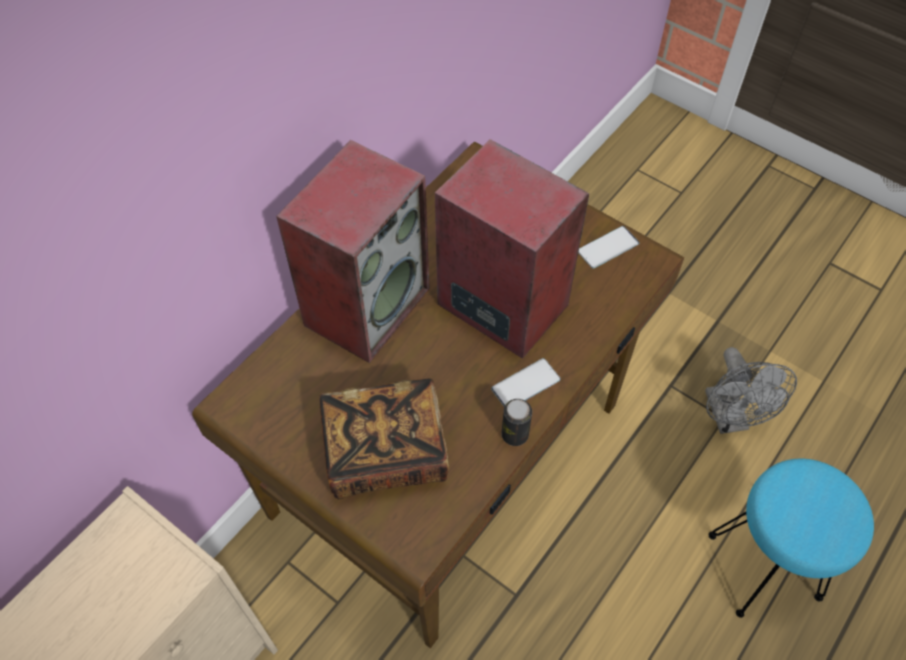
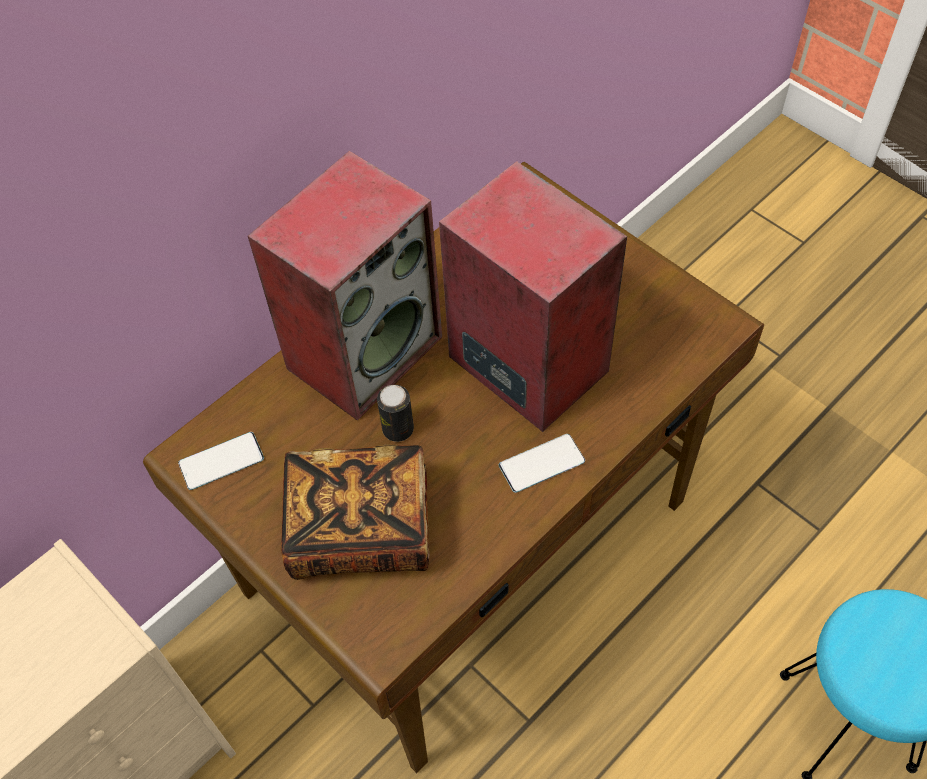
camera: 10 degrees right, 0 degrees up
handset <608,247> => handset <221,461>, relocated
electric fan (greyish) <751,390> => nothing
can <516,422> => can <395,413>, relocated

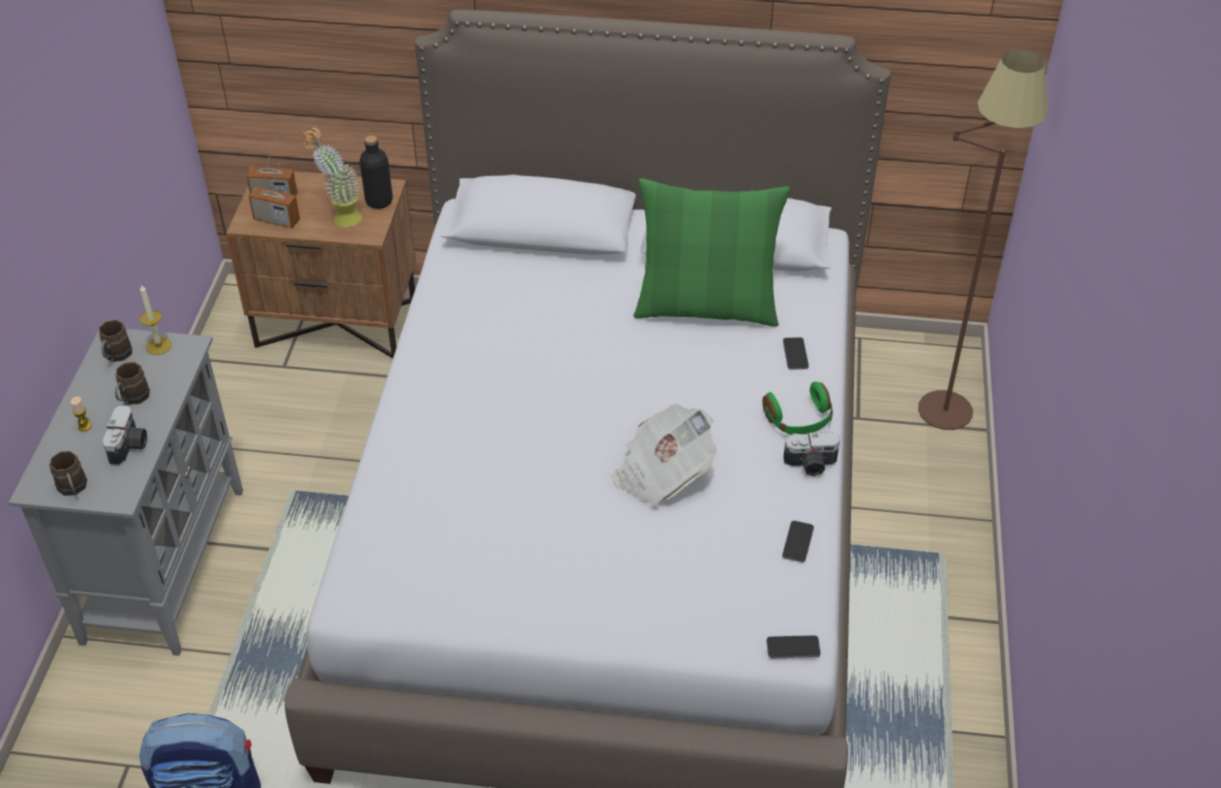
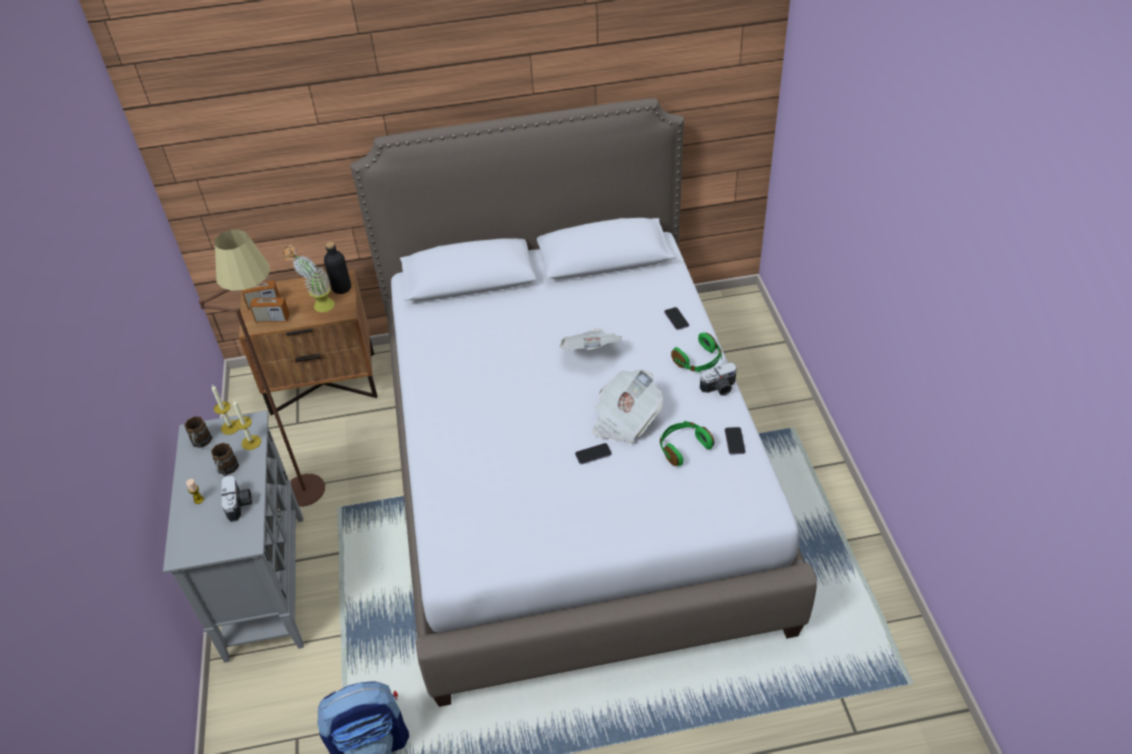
camera: 15 degrees left, 0 degrees up
standing lamp (brown-coloured) <983,239> => standing lamp (brown-coloured) <262,368>, relocated
cushion (green) <711,252> => nothing
tea mug (brown-coloured) <68,473> => nothing
handset <793,646> => handset <593,453>, relocated
nothing => newspaper <590,339>
nothing => candle <247,425>
nothing => headphones (green) <687,443>

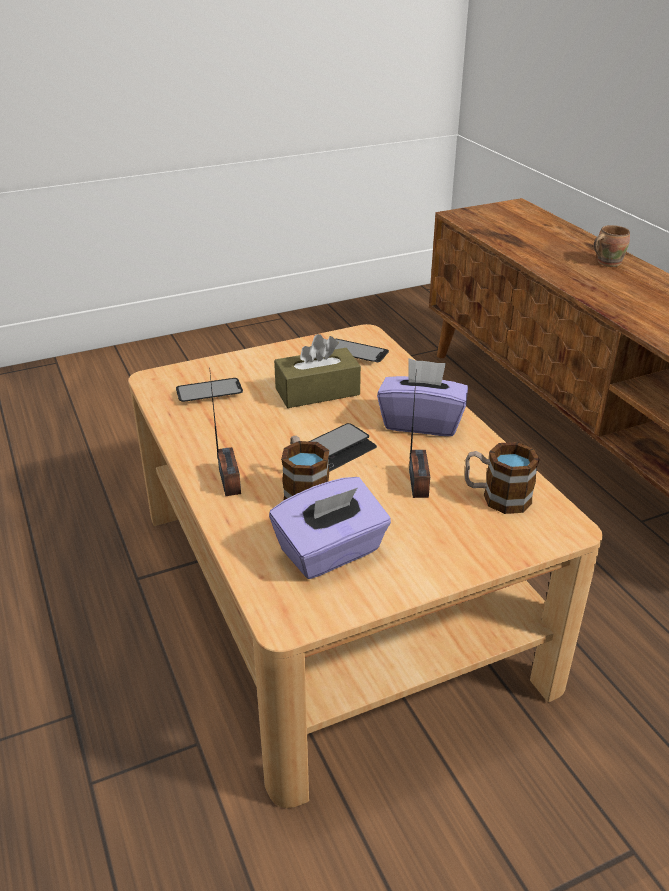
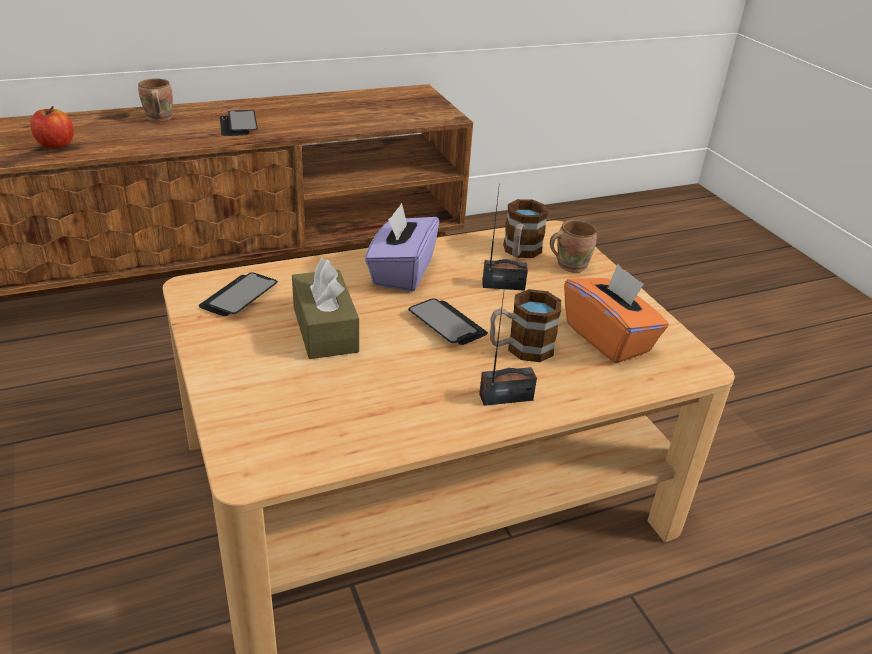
camera: 90 degrees left, 0 degrees up
handset <209,390> => handset <239,123>, relocated
tissue box (purple-coloured) <330,528> => tissue box (orangey) <616,313>
nothing => whole apple <52,127>
nothing => tea mug (brown-coloured) <573,246>

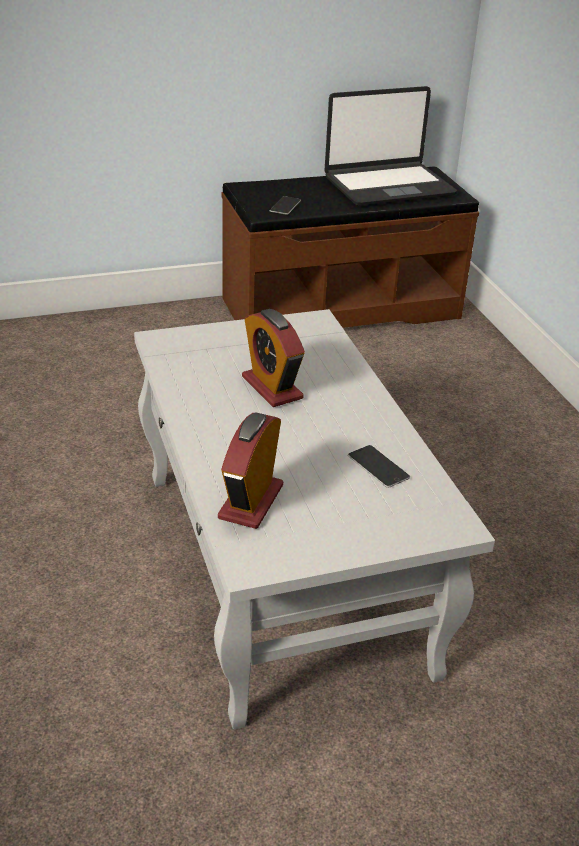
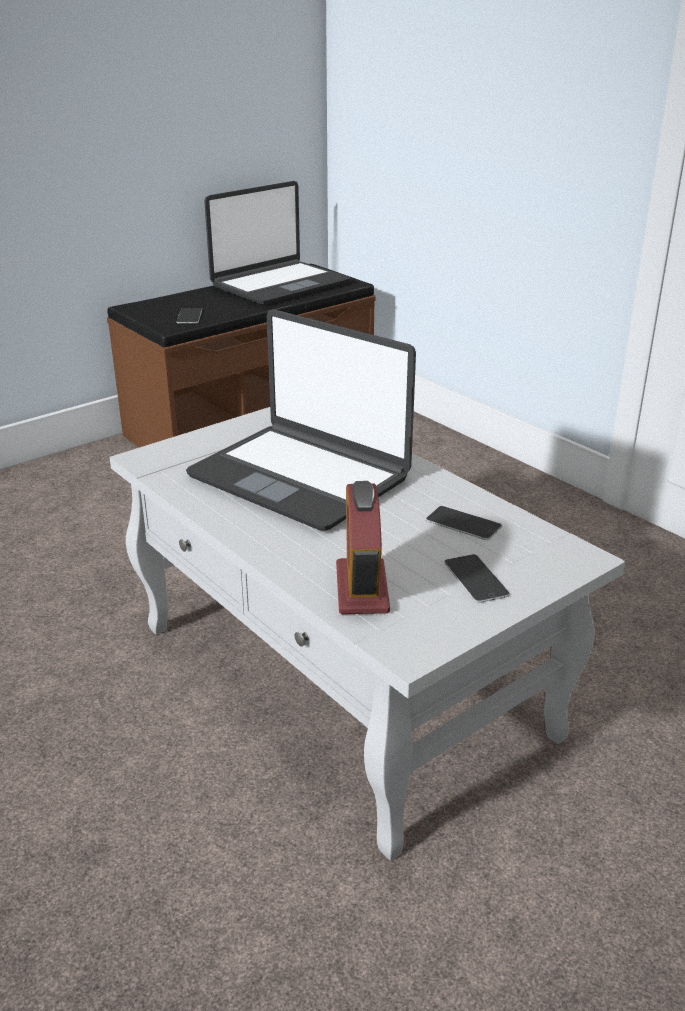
camera: 20 degrees left, 5 degrees down
table clock <273,358> => laptop <301,419>
nothing => handset <477,578>

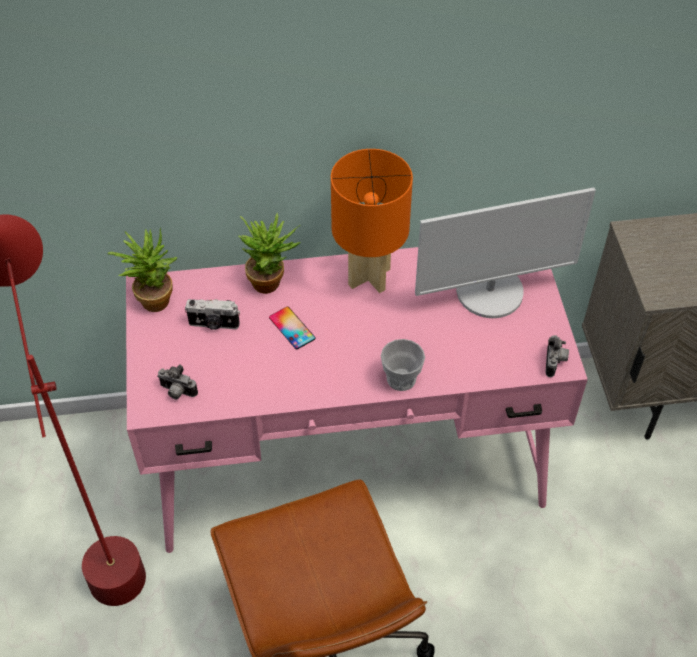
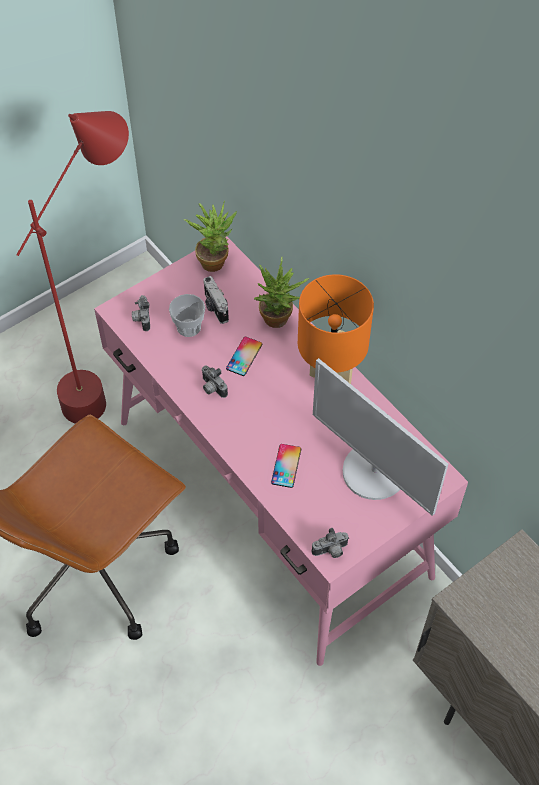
camera: 60 degrees right, 5 degrees up
drinking cup <403,365> => drinking cup <187,315>, relocated
nothing => still camera <215,381>
nothing => handset <286,466>

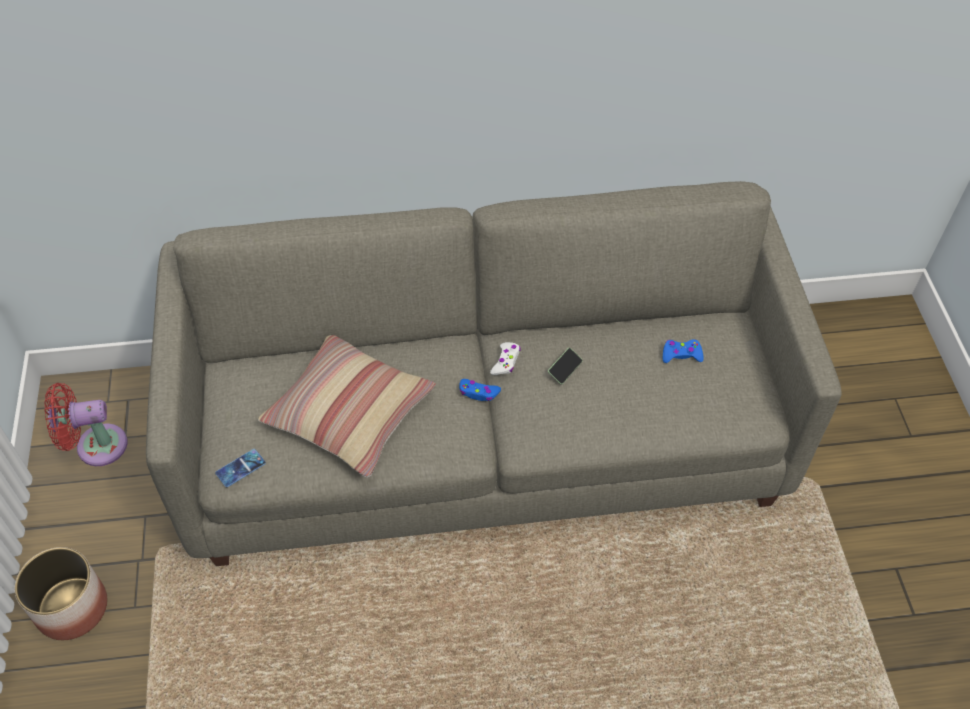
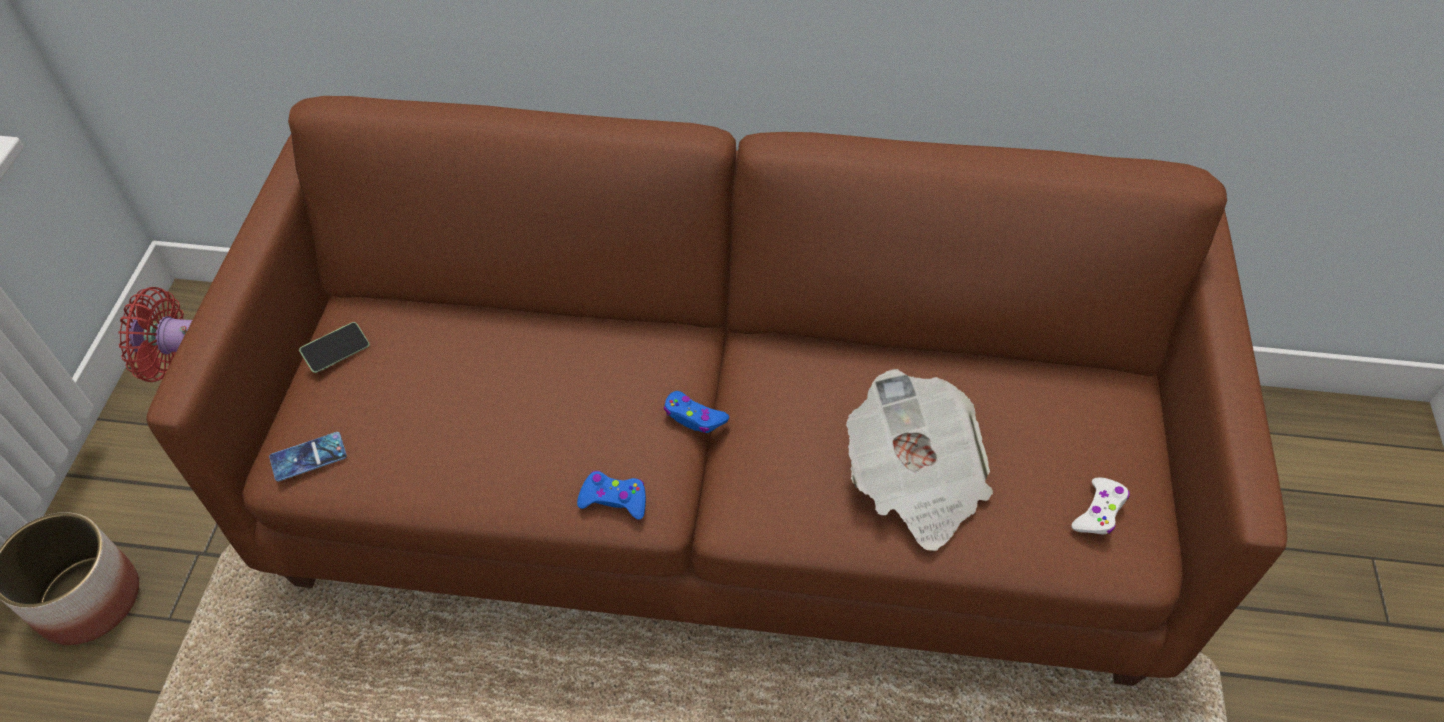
camera: 15 degrees right, 0 degrees up
settee (greyish) <493,373> => settee (brown-coloured) <716,391>
cushion <347,406> => nothing
gamepad (blue) <683,351> => gamepad (blue) <611,495>, relocated
gamepad (whitish) <505,358> => gamepad (whitish) <1100,506>, relocated
handset <565,366> => handset <334,347>, relocated
nothing => newspaper <919,460>

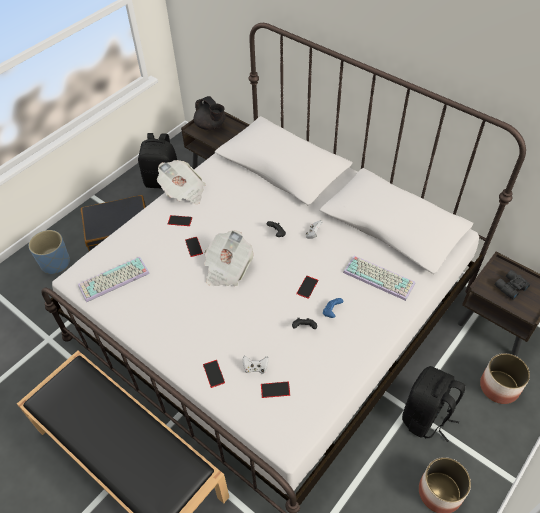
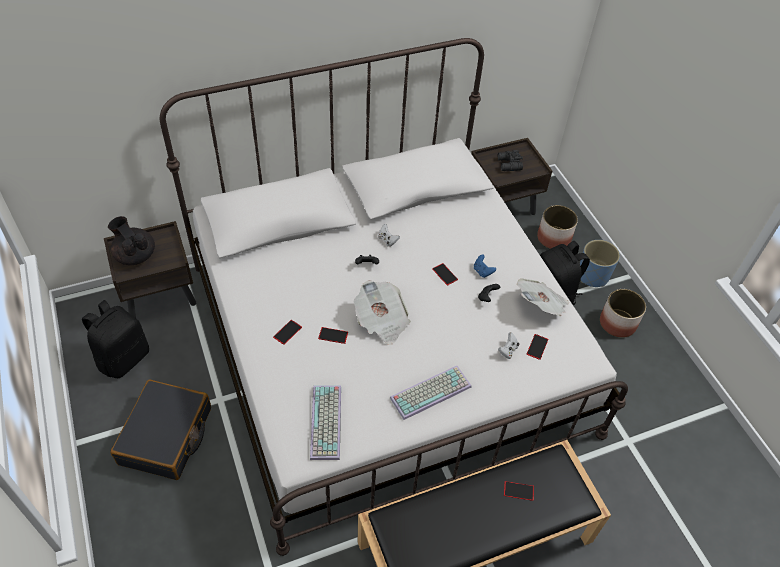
camera: 65 degrees left, 0 degrees up
tea pot (black) <210,113> => tea pot (black) <131,240>, 120 degrees counterclockwise
newspaper <181,182> => newspaper <543,297>, relocated
plant pot (blue) <49,252> => plant pot (blue) <600,263>, relocated
computer keyboard <379,278> => computer keyboard <431,393>, relocated
handset <214,374> => handset <519,491>, relocated

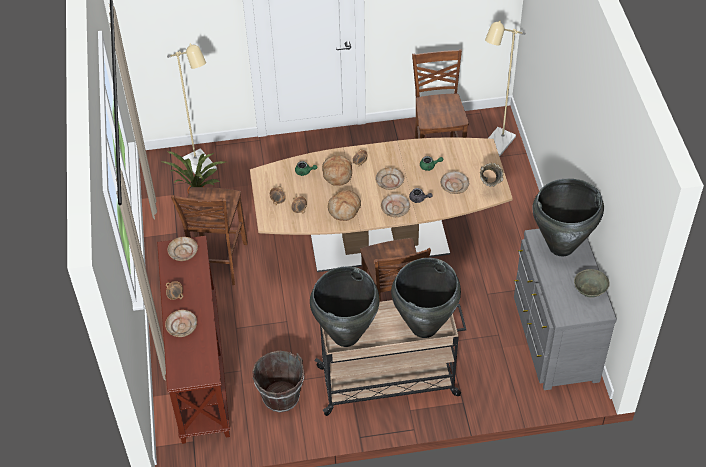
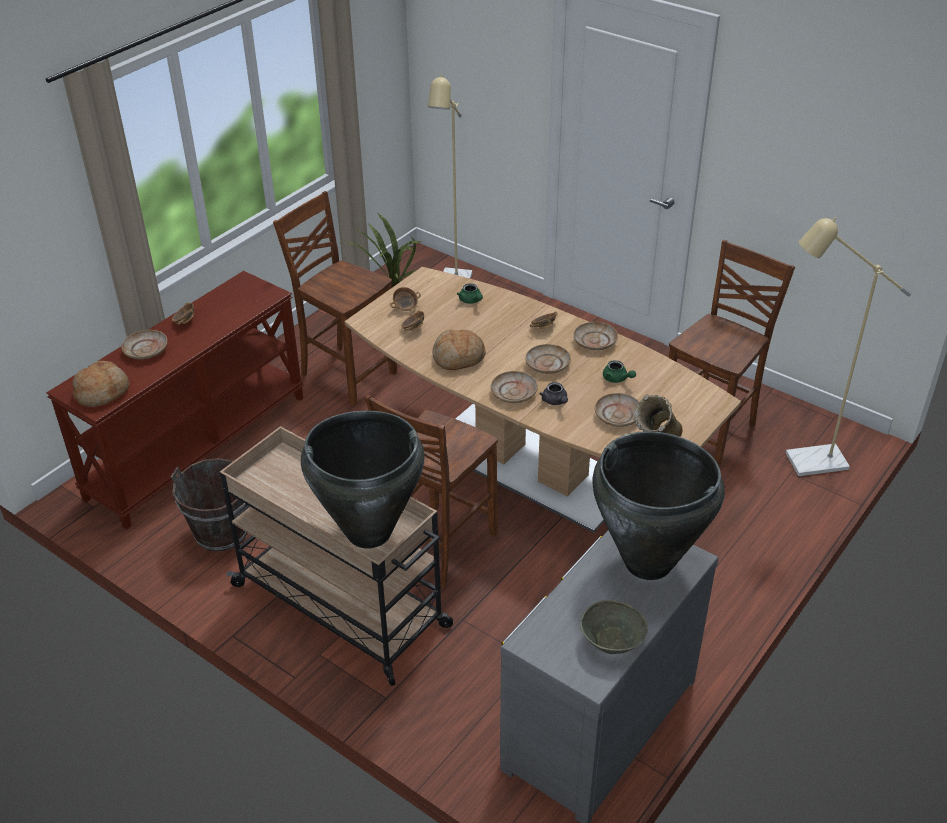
camera: 45 degrees right, 10 degrees down
bread <337,170> => bread <100,384>, relocated
plain chair (brown-coloured) <209,236> => plain chair (brown-coloured) <335,298>, 75 degrees clockwise
flat dish (sand-coloured) <183,249> => flat dish (sand-coloured) <596,336>, relocated
flower vase (black) <345,306> => nothing

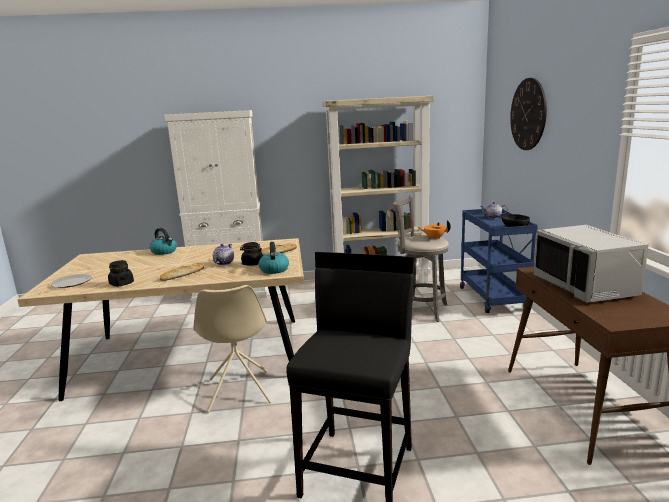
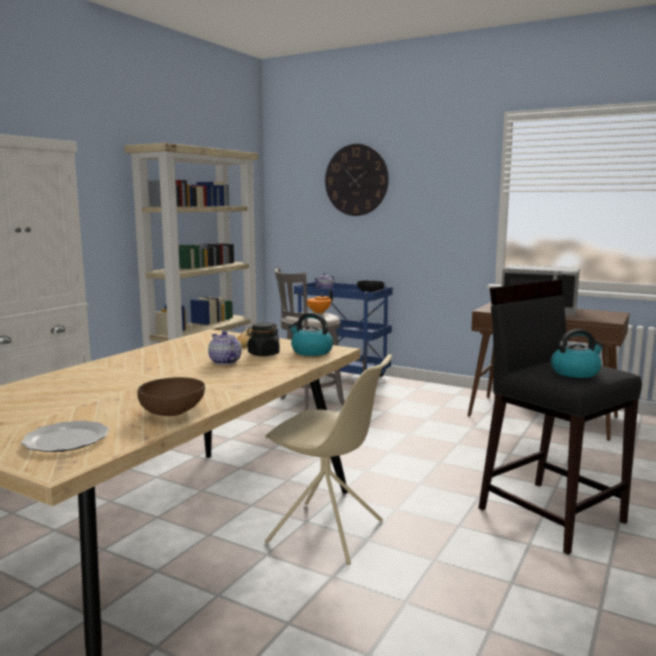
camera: 55 degrees left, 5 degrees down
water kettle <163,241> => water kettle <577,353>, relocated
preserve jar (black) <121,273> => serving bowl (brown-coloured) <171,396>
bread <182,272> => nothing

